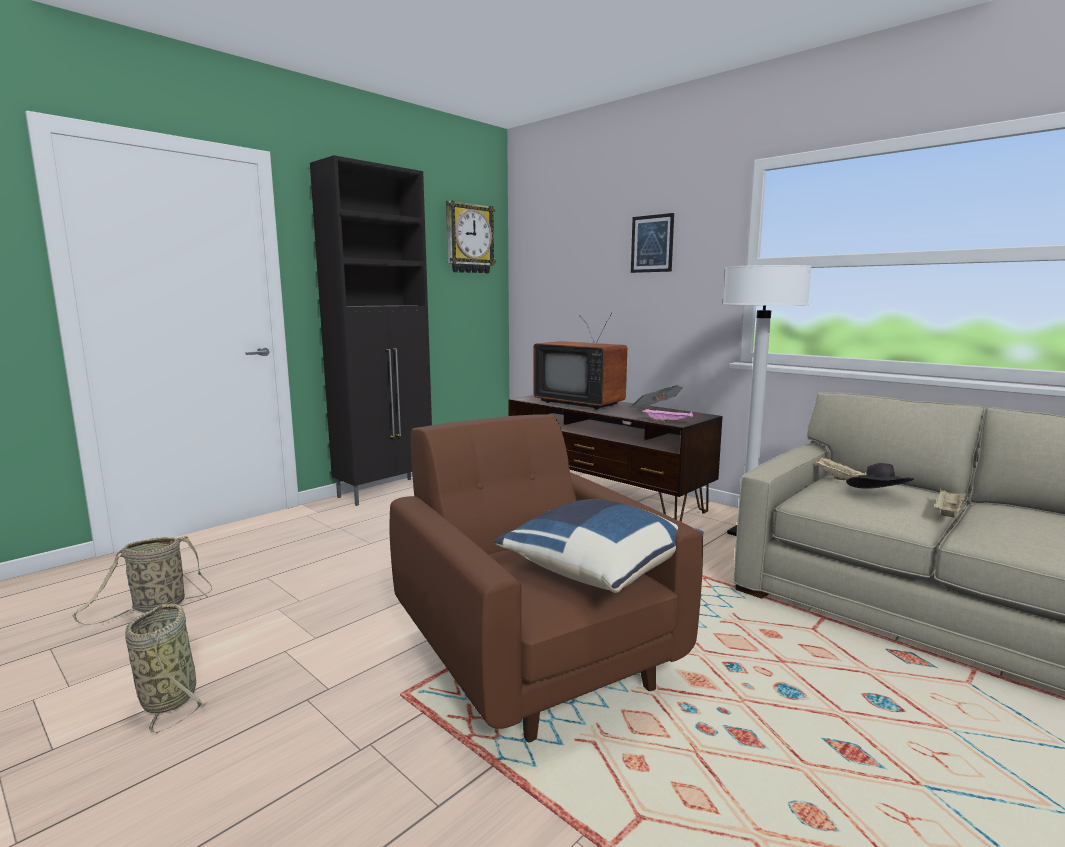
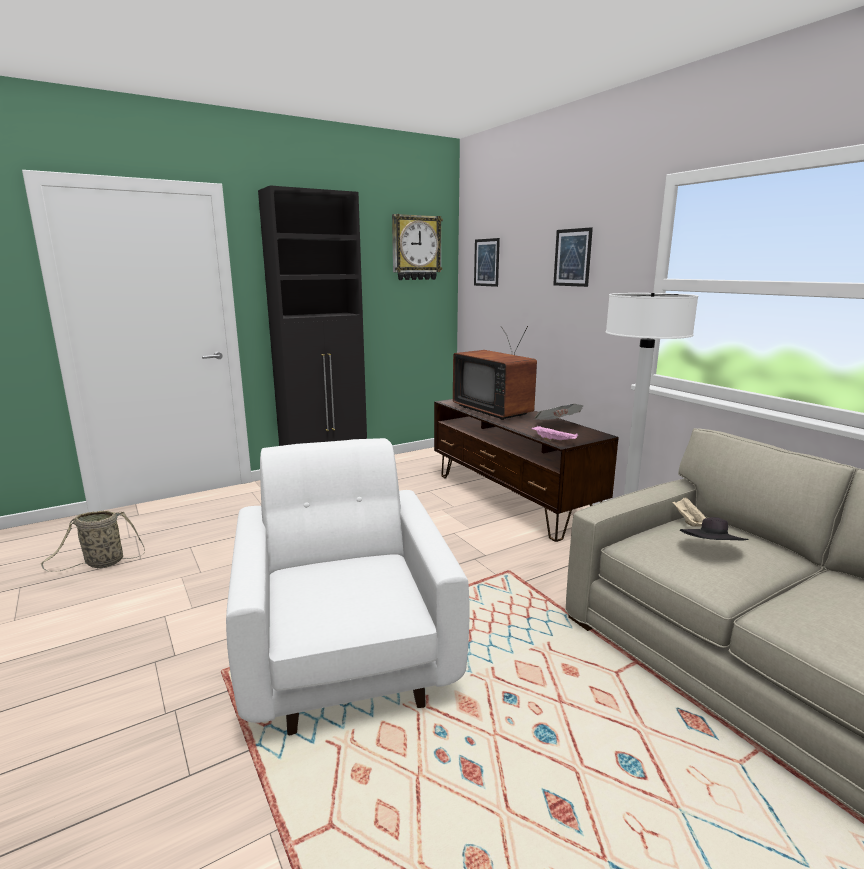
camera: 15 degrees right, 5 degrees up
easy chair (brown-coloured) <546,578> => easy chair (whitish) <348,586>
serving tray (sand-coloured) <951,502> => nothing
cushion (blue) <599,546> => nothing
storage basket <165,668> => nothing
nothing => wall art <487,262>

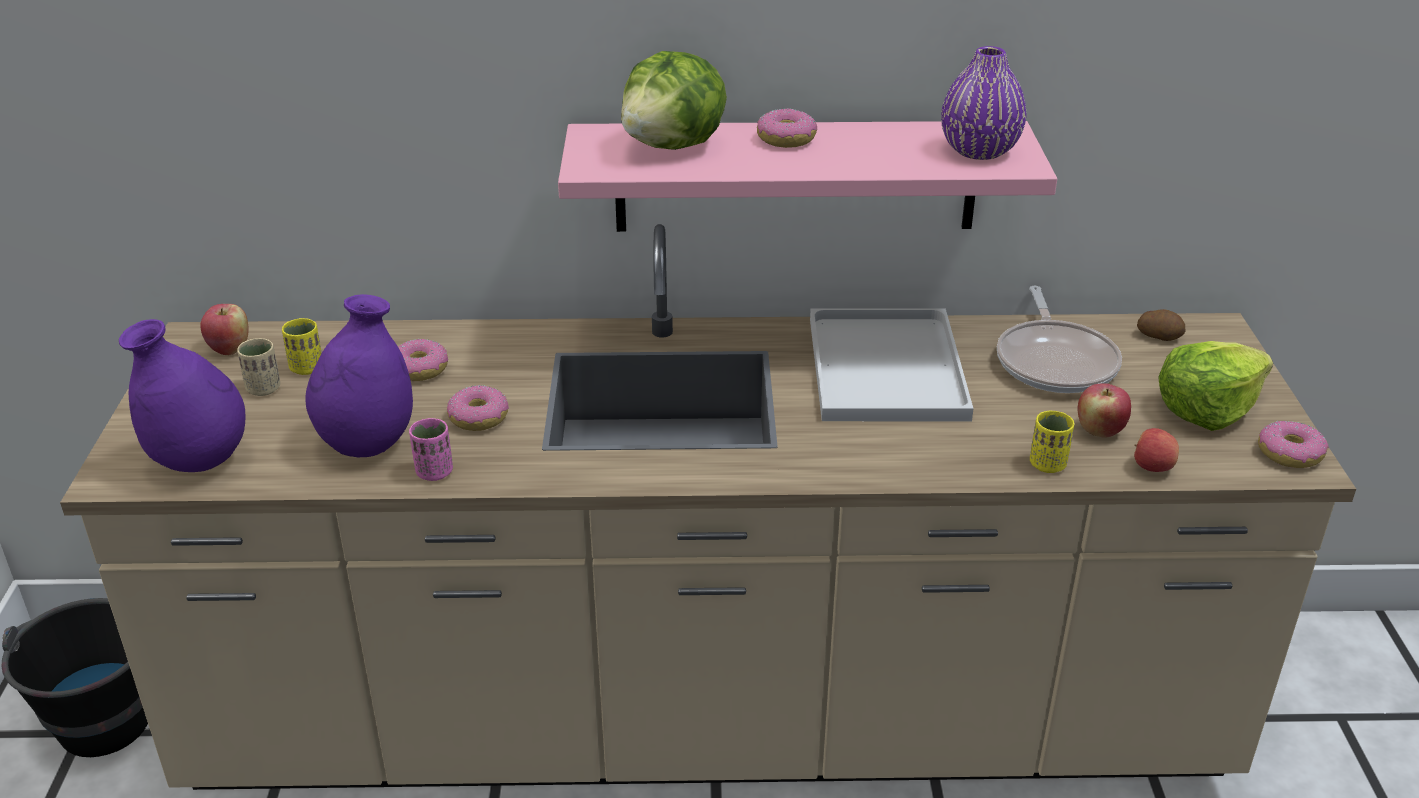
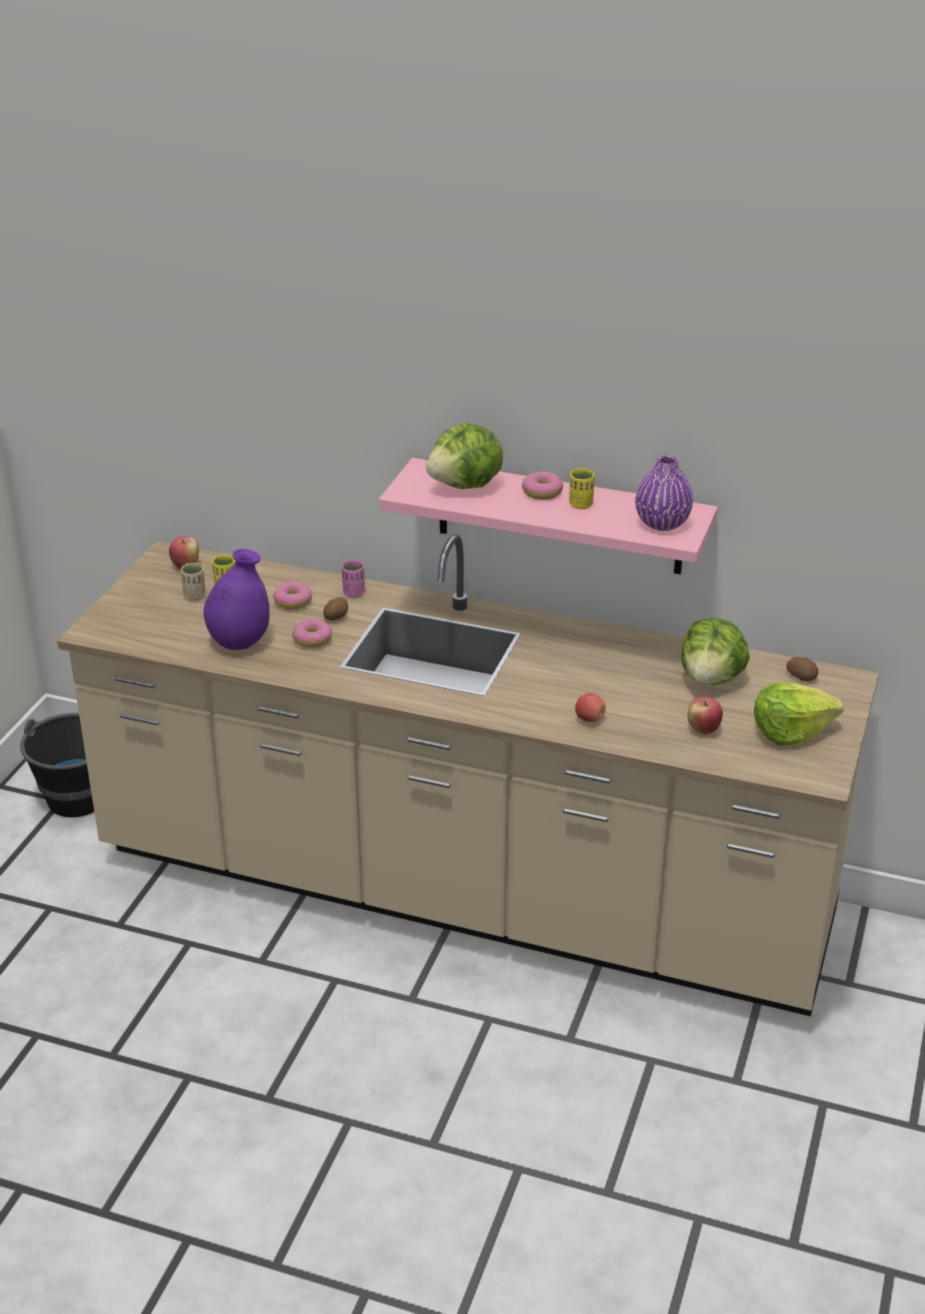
camera: 20 degrees right, 0 degrees up
frying pan <1059,339> => lettuce head <715,651>
serving tray (whitish) <892,364> => nothing
flower vase (purple-coloured) <182,395> => nothing
drinking cup (yellow) <1052,442> => drinking cup (yellow) <582,488>, relocated
drinking cup (pinkish) <431,449> => drinking cup (pinkish) <353,578>, relocated
donut <1293,444> => nothing
whole apple <1156,450> => whole apple <590,707>, relocated
nothing => potato <335,608>

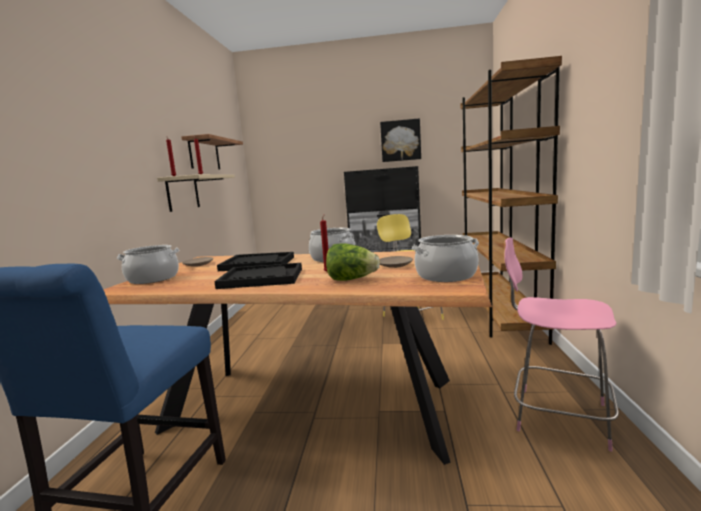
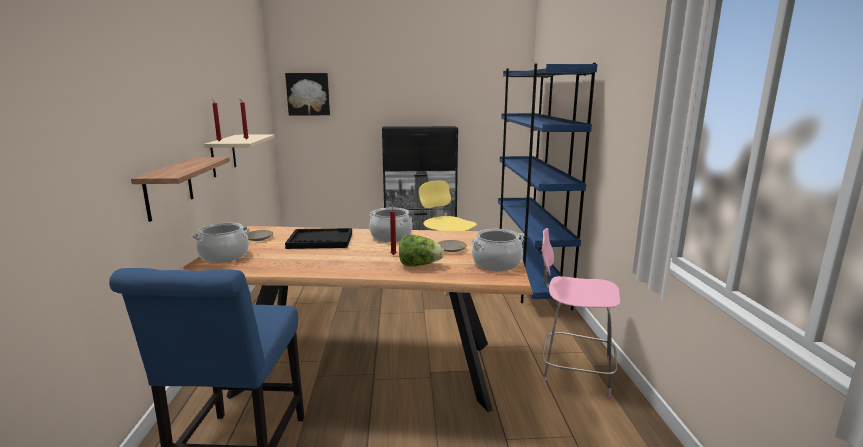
camera: 10 degrees left, 5 degrees up
bookcase (brown-coloured) <511,200> => bookcase (blue) <547,186>
wall art <400,140> => wall art <307,94>, relocated
wall shelf <212,151> => wall shelf <180,189>, relocated
serving tray (black) <258,276> => nothing

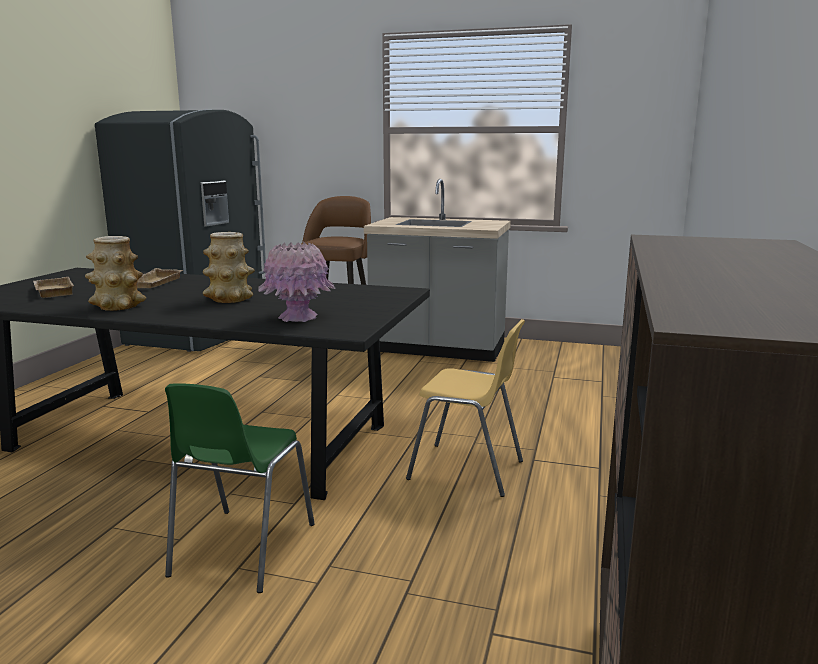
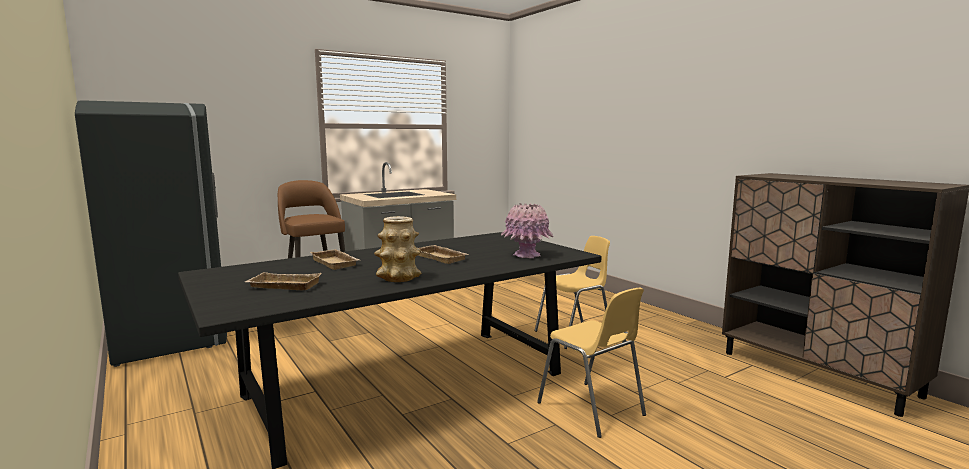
camera: 50 degrees left, 5 degrees down
flower vase <229,267> => serving tray (sand-coloured) <443,254>
plain chair (green) <240,488> => plain chair (yellow) <591,363>

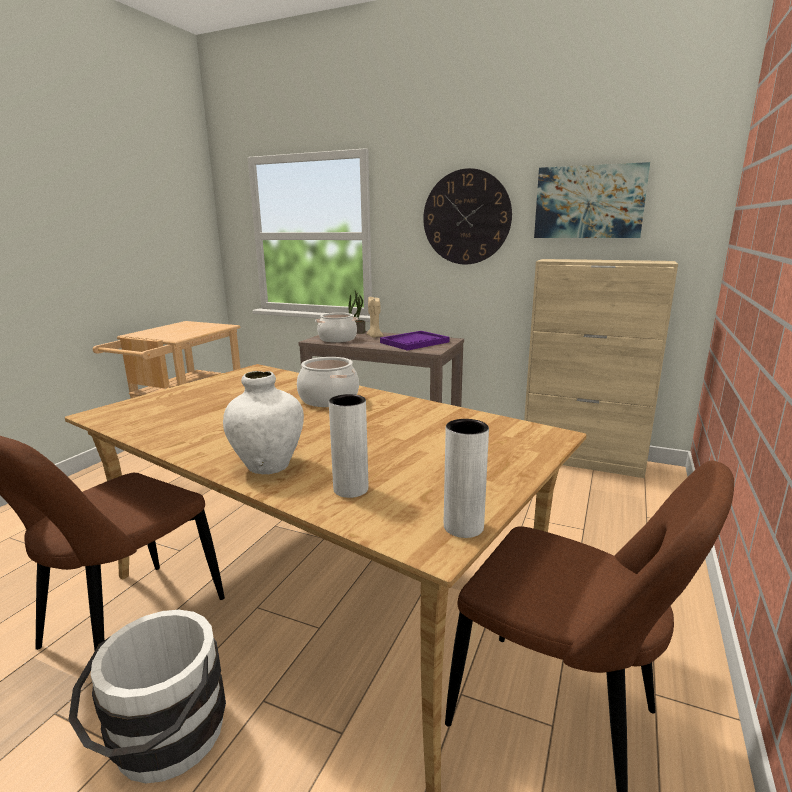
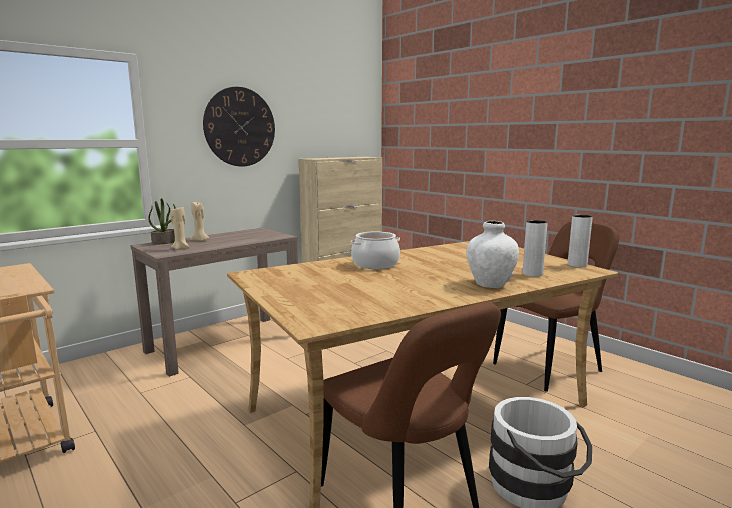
camera: 65 degrees left, 5 degrees down
wall art <592,200> => nothing
stockpot <336,328> => candle (sand-coloured) <180,228>
serving tray (purple-coloured) <414,341> => nothing

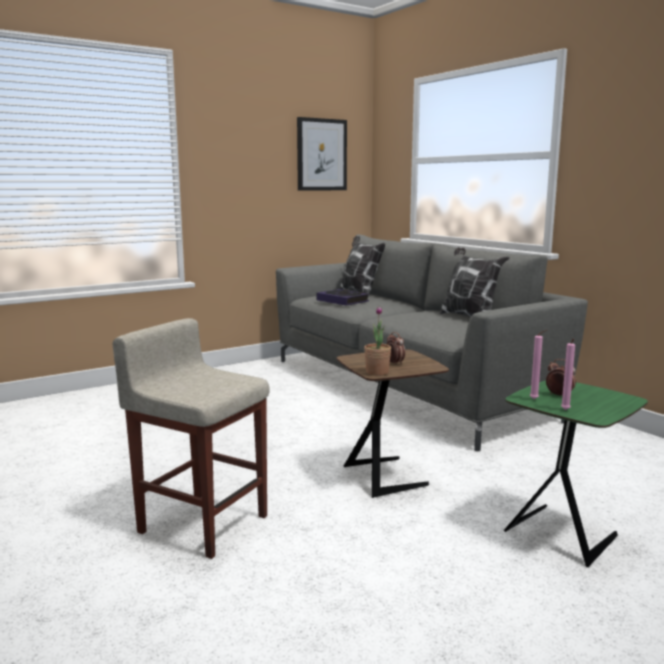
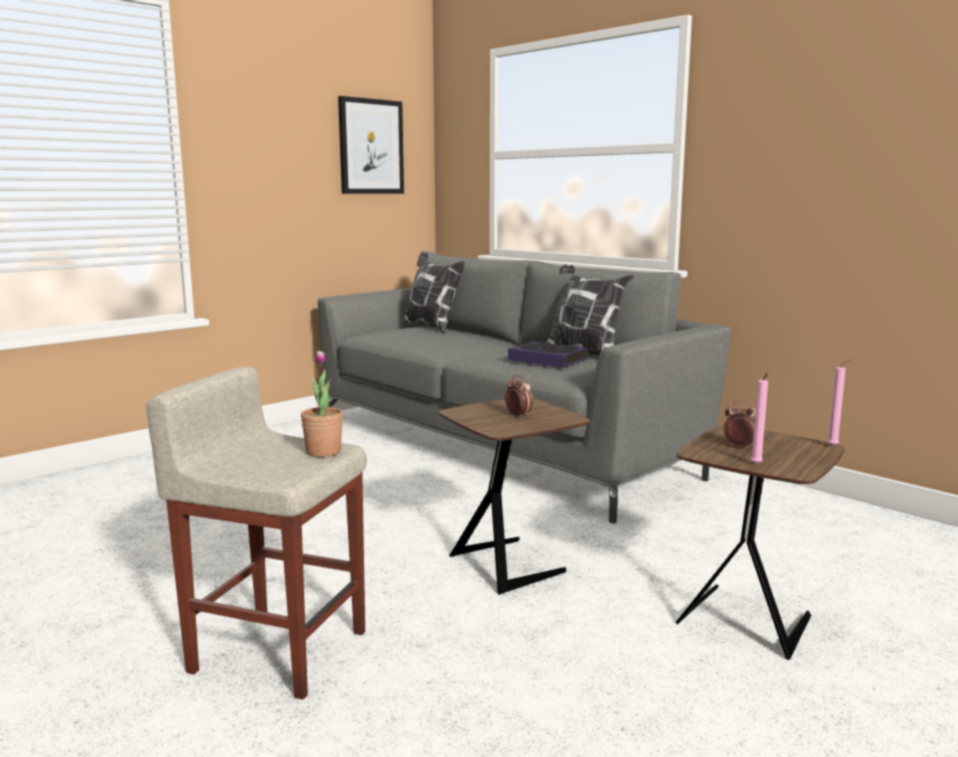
camera: 10 degrees left, 0 degrees up
volume <342,297> => volume <548,355>, relocated
potted plant <377,341> => potted plant <322,404>, relocated
candle (pinkish) <538,364> => candle (pinkish) <839,402>, relocated
end table (green) <576,473> => end table (brown-coloured) <760,543>

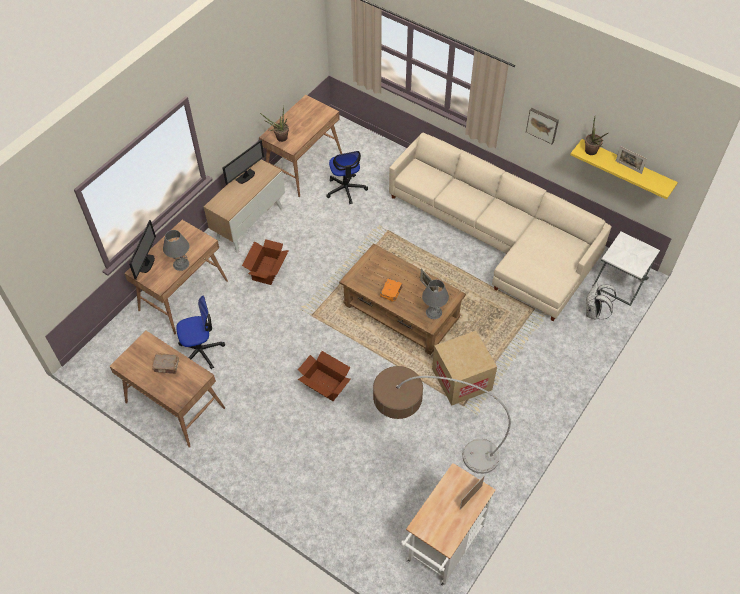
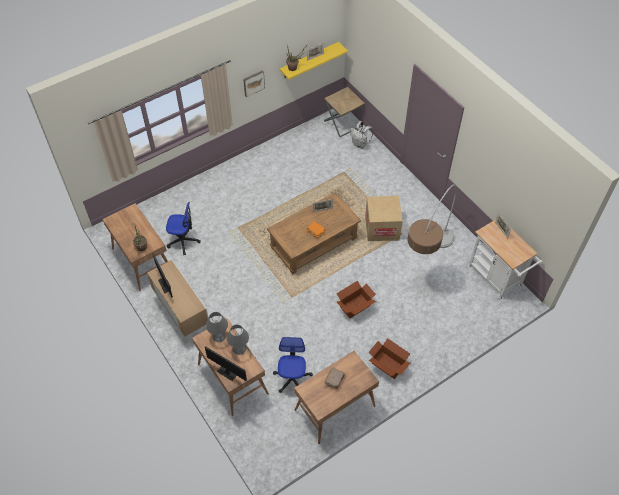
camera: 70 degrees left, 0 degrees up
settee (sand-coloured) <500,227> => nothing
end table (whitish) <626,269> => end table (brown-coloured) <344,112>
packing box <265,262> => packing box <389,358>, relocated
lamp for a table (greyish) <435,299> => lamp for a table (greyish) <217,327>, relocated

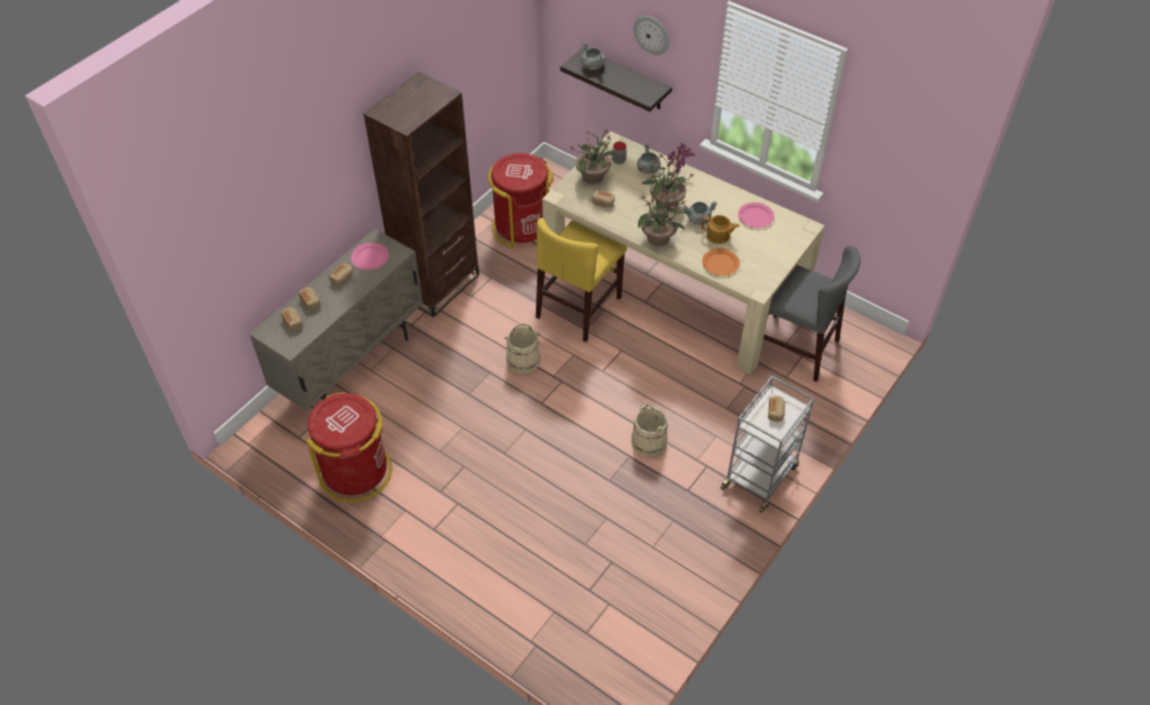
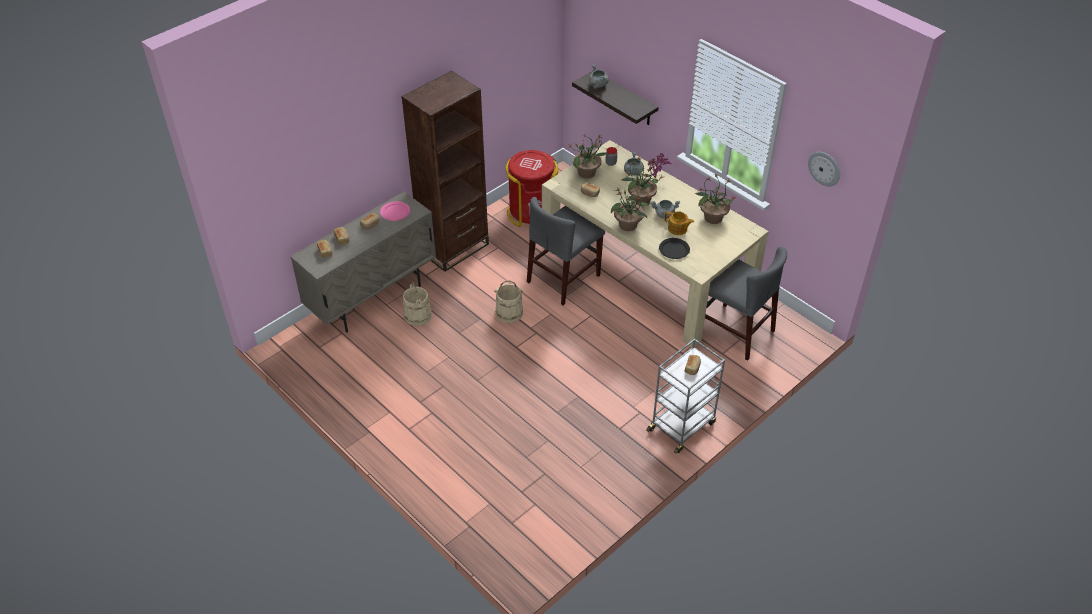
camera: 10 degrees right, 5 degrees down
clock on the wall <651,35> => clock on the wall <824,169>, relocated
flat dish (pinkish) <756,215> => potted plant <715,199>
plain chair (yellow) <581,280> => plain chair (greyish) <566,251>
flat dish (orangey) <721,262> => flat dish (black) <674,248>
waste bin (red-coloured) <349,447> => nothing
water bucket (sand-coloured) <649,430> => water bucket (sand-coloured) <417,304>, relocated

